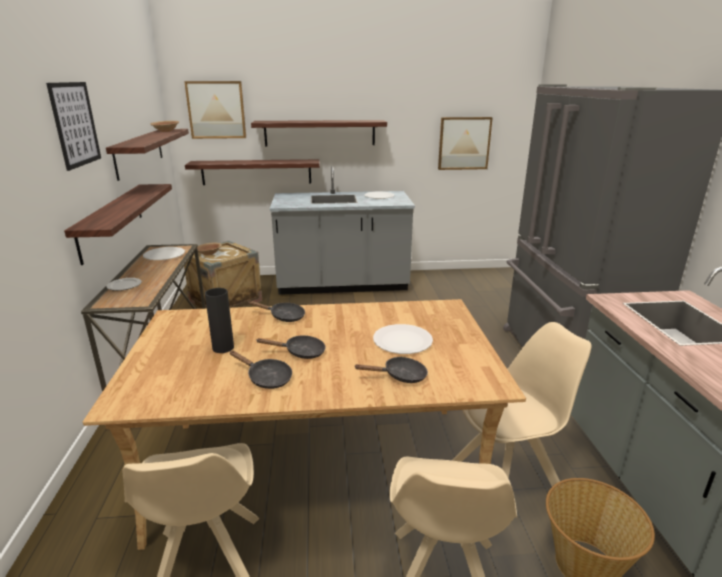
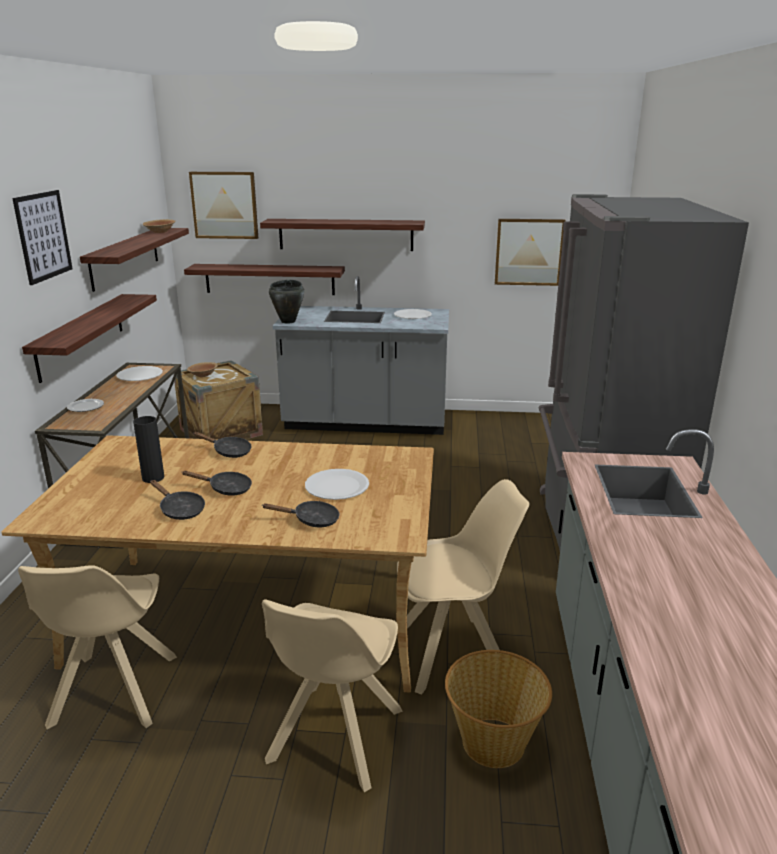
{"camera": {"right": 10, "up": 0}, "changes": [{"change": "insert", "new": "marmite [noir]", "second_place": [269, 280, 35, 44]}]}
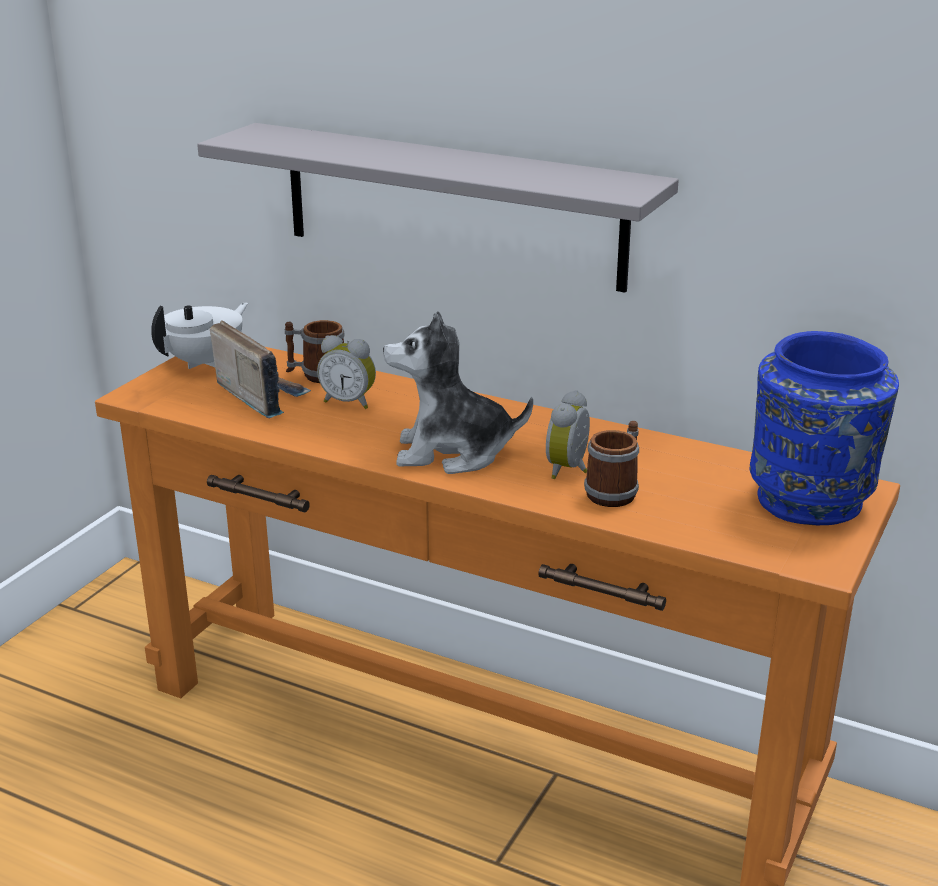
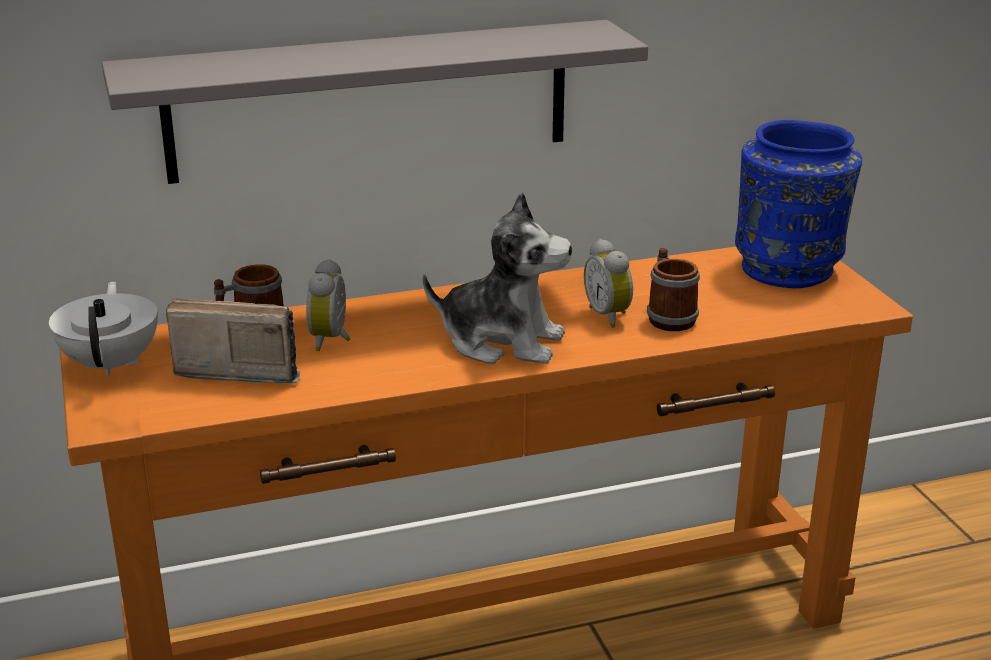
{"camera": {"right": -45, "up": 0}, "changes": [{"change": "rotate", "old": "réveil", "first_place": [317, 335, 59, 74], "second_place": [306, 259, 44, 92], "degrees": 120}, {"change": "rotate", "old": "peluche", "first_place": [383, 311, 150, 163], "second_place": [423, 192, 149, 172], "degrees": -120}]}
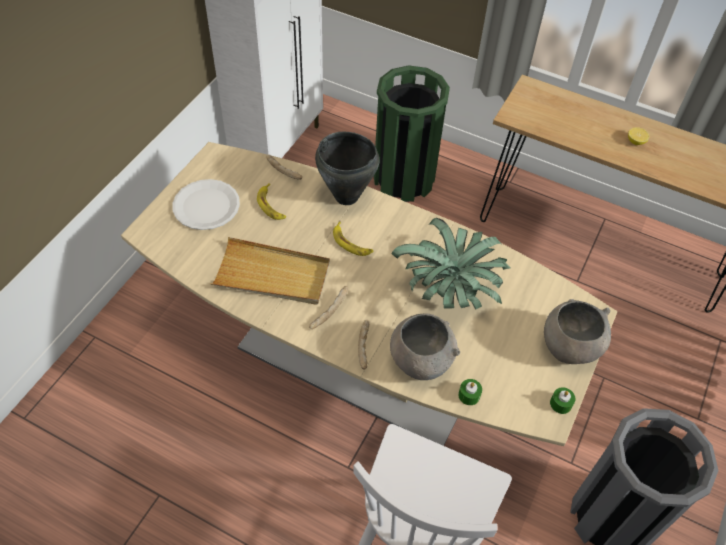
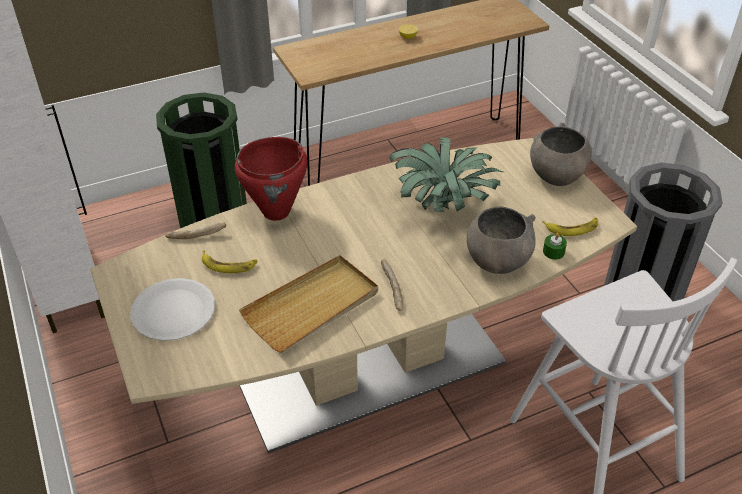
{"camera": {"right": -50, "up": -10}, "changes": [{"change": "delete", "old": "pain", "first_place": [358, 320, 11, 50]}, {"change": "delete", "old": "bougie [vert]", "first_place": [550, 387, 26, 27]}, {"change": "move", "old": "banane", "first_place": [333, 221, 40, 35], "second_place": [542, 217, 56, 19]}, {"change": "recolor", "old": "marmite [noir]", "new": "marmite [rouge]", "first_place": [315, 132, 65, 73], "second_place": [235, 137, 73, 84]}]}
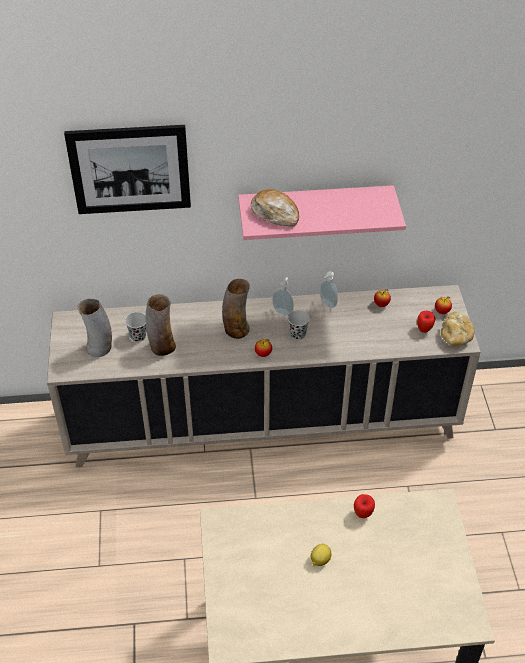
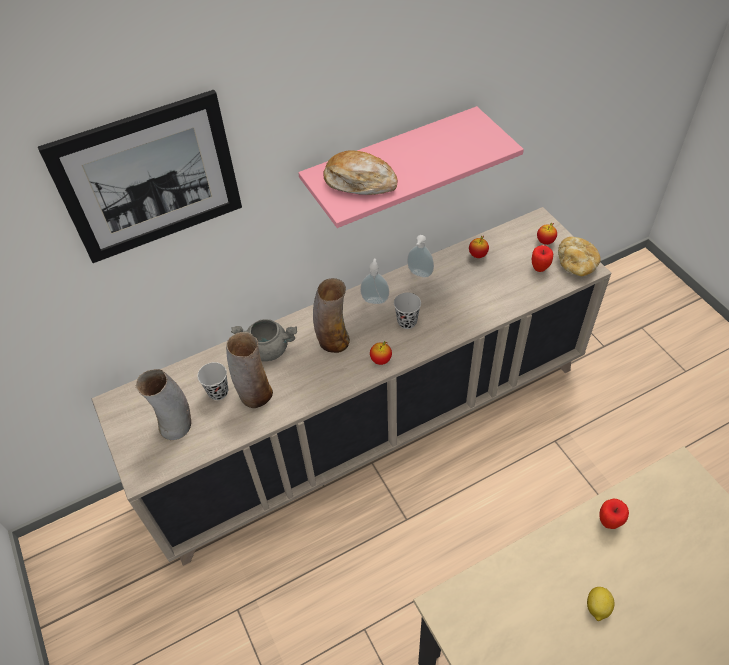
{"camera": {"right": -20, "up": 5}, "changes": [{"change": "insert", "new": "marmite [gris]", "second_place": [231, 319, 66, 42]}]}
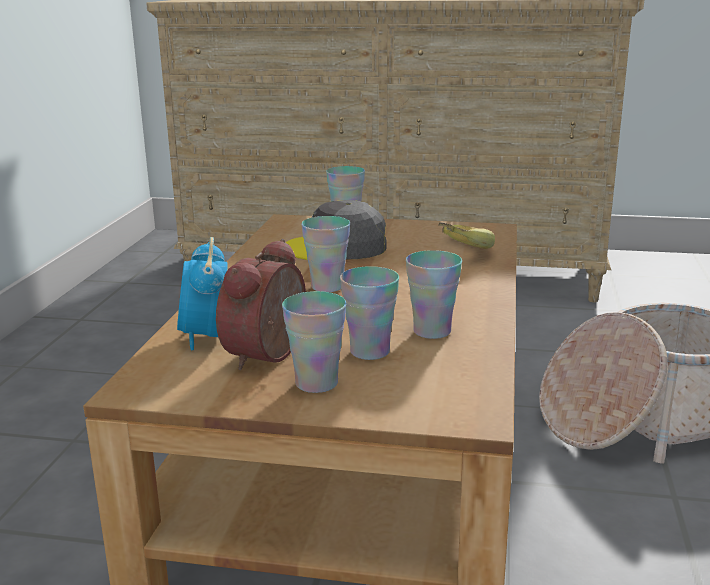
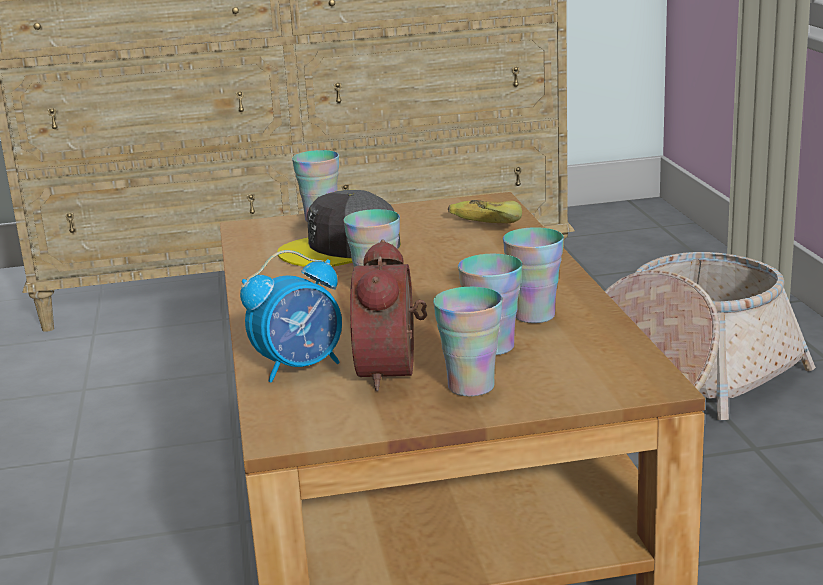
{"camera": {"right": -20, "up": 0}, "changes": [{"change": "rotate", "old": "réveil", "first_place": [177, 237, 51, 113], "second_place": [240, 250, 102, 133], "degrees": -90}]}
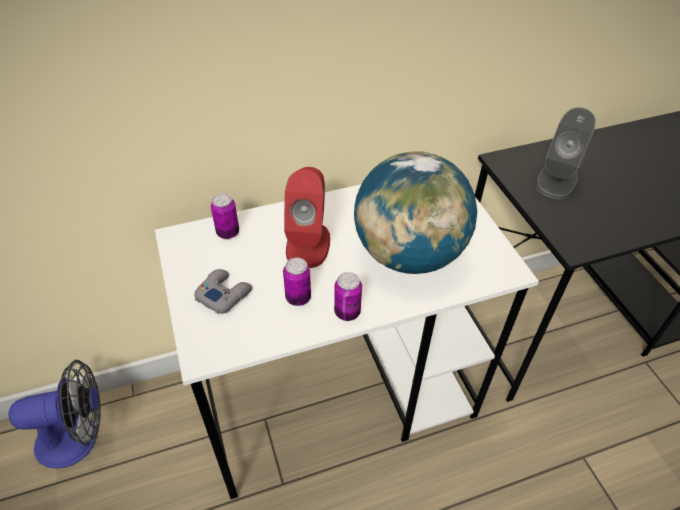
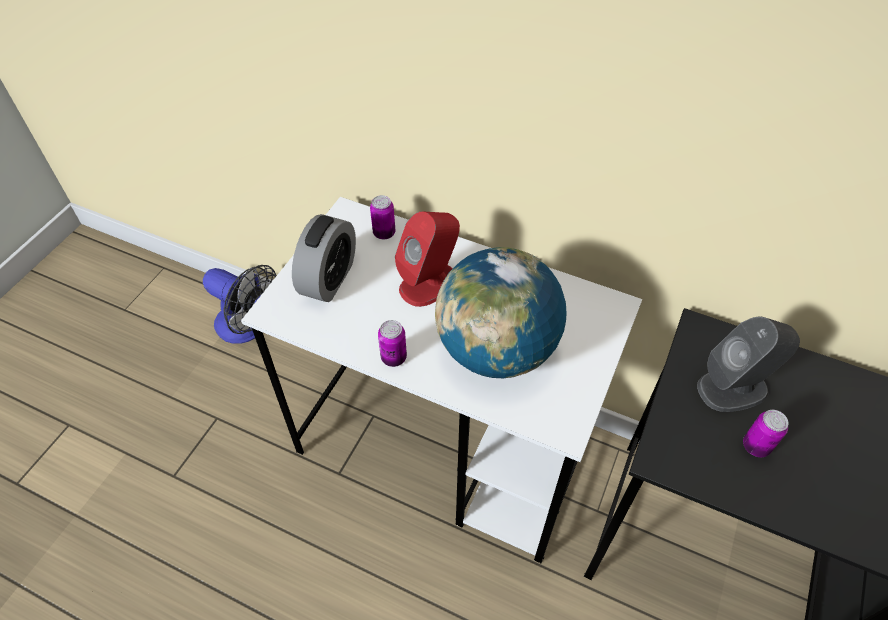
{"camera": {"right": 45, "up": 5}, "changes": [{"change": "move", "old": "boîte métallique", "first_place": [283, 258, 28, 48], "second_place": [743, 410, 46, 47]}, {"change": "replace", "old": "manette [gris]", "new": "réveil", "first_place": [194, 269, 58, 45], "second_place": [292, 214, 64, 88]}]}
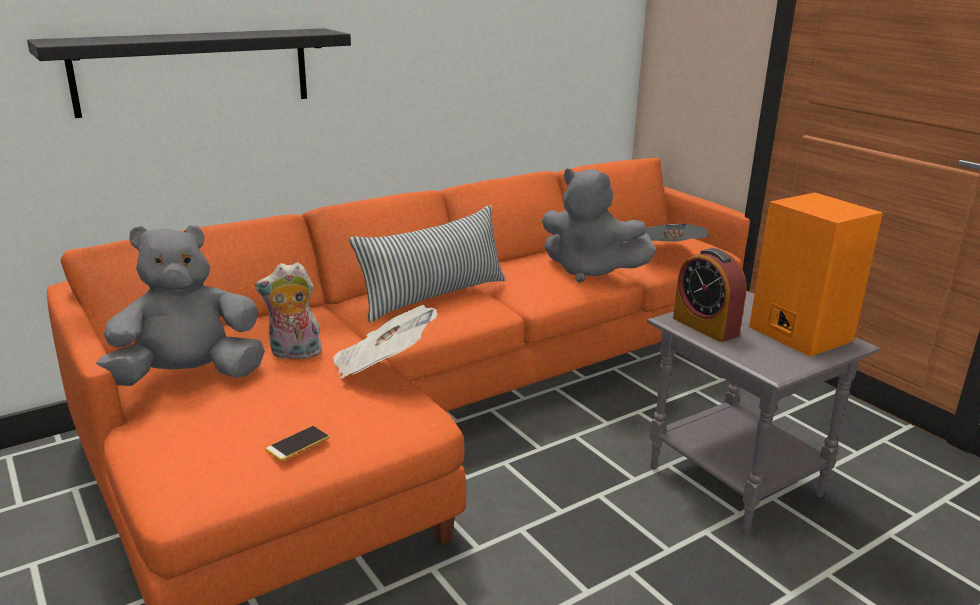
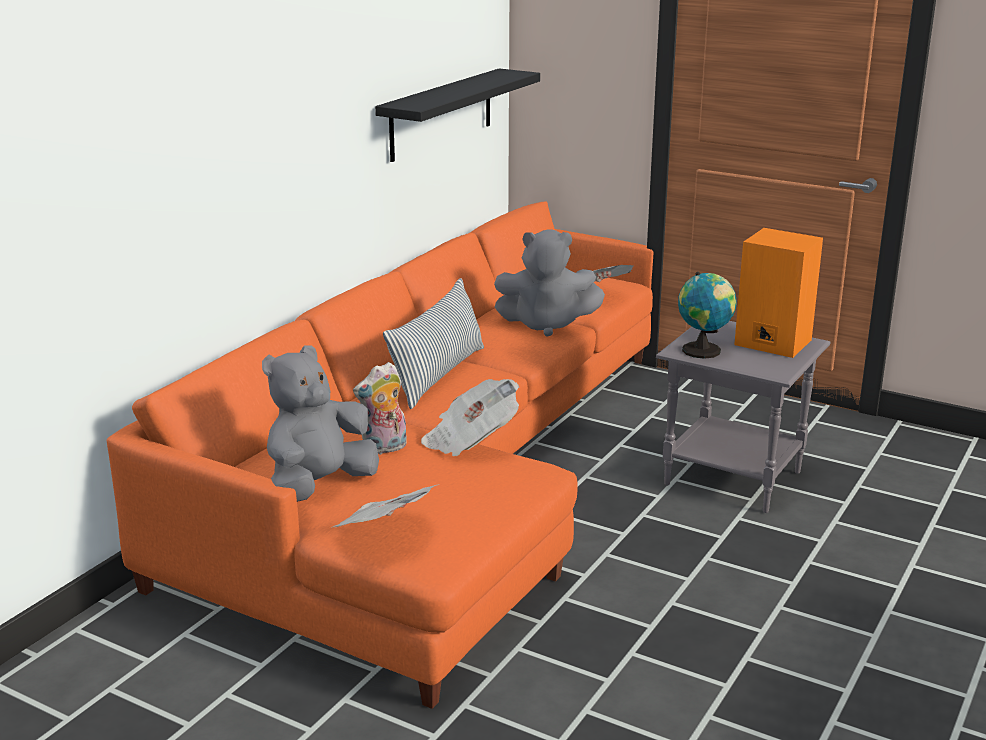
{"camera": {"right": -25, "up": 0}, "changes": [{"change": "delete", "old": "téléphone", "first_place": [265, 426, 64, 35]}, {"change": "insert", "new": "journal", "second_place": [331, 484, 108, 44]}, {"change": "move", "old": "étagère [noir]", "first_place": [27, 28, 324, 90], "second_place": [375, 68, 165, 94]}, {"change": "replace", "old": "réveil", "new": "globe", "first_place": [673, 248, 74, 94], "second_place": [678, 272, 59, 87]}]}
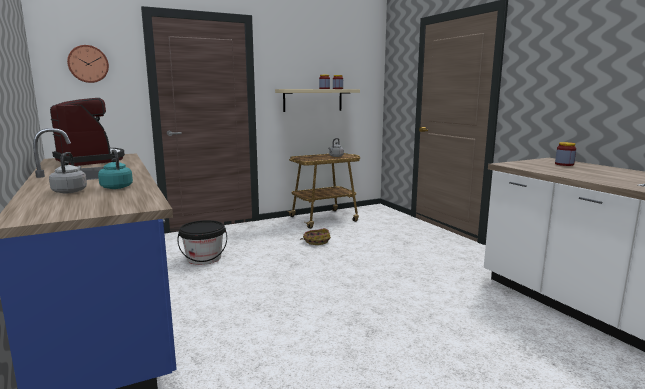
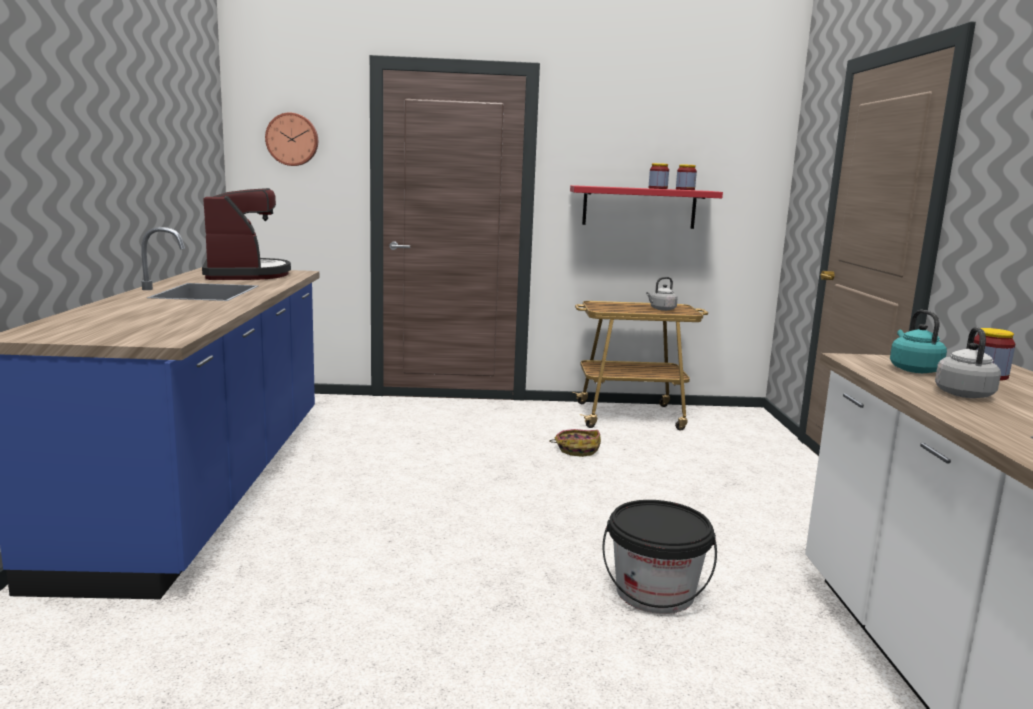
{"camera": {"right": 25, "up": 0}, "changes": [{"change": "move", "old": "bouilloire [gris]", "first_place": [49, 152, 38, 41], "second_place": [935, 327, 66, 71]}, {"change": "move", "old": "bouilloire [turquoise]", "first_place": [98, 149, 35, 40], "second_place": [890, 310, 57, 63]}, {"change": "move", "old": "seau [noir]", "first_place": [178, 220, 49, 45], "second_place": [603, 500, 114, 114]}, {"change": "recolor", "old": "étagère [beige]", "new": "étagère [rouge]", "first_place": [275, 89, 85, 23], "second_place": [570, 185, 153, 44]}]}
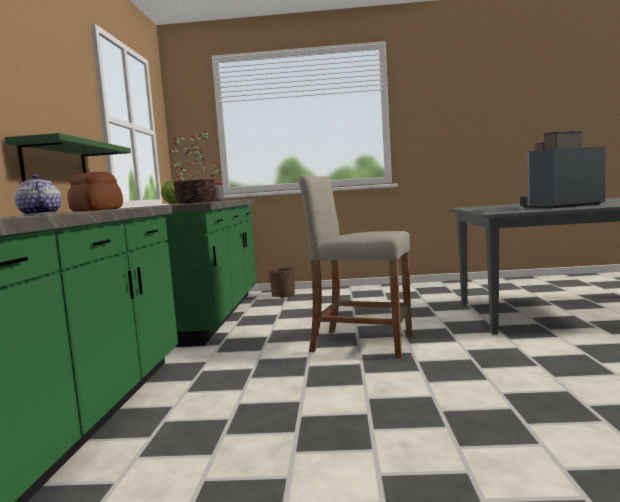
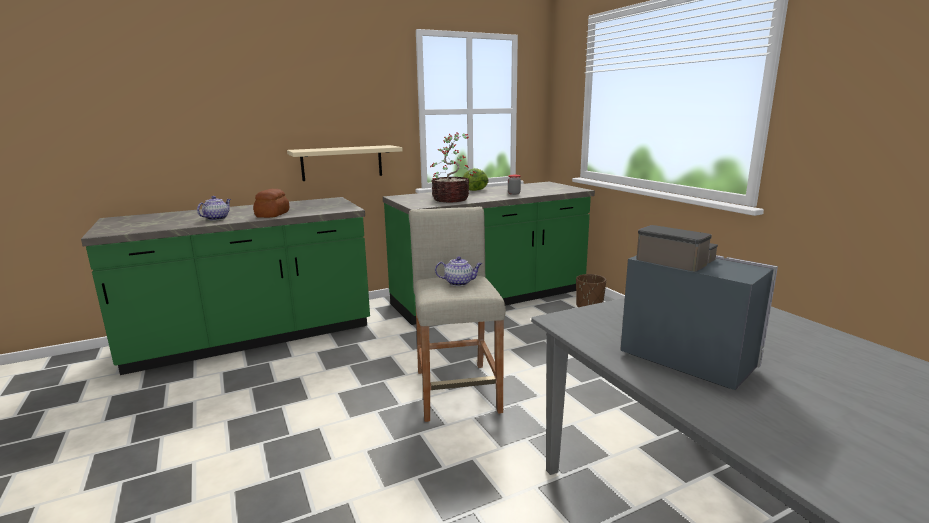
{"camera": {"right": 60, "up": 10}, "changes": [{"change": "insert", "new": "théière", "second_place": [435, 256, 47, 30]}, {"change": "recolor", "old": "étagère [vert]", "new": "étagère [beige]", "first_place": [4, 133, 127, 49], "second_place": [287, 145, 116, 36]}]}
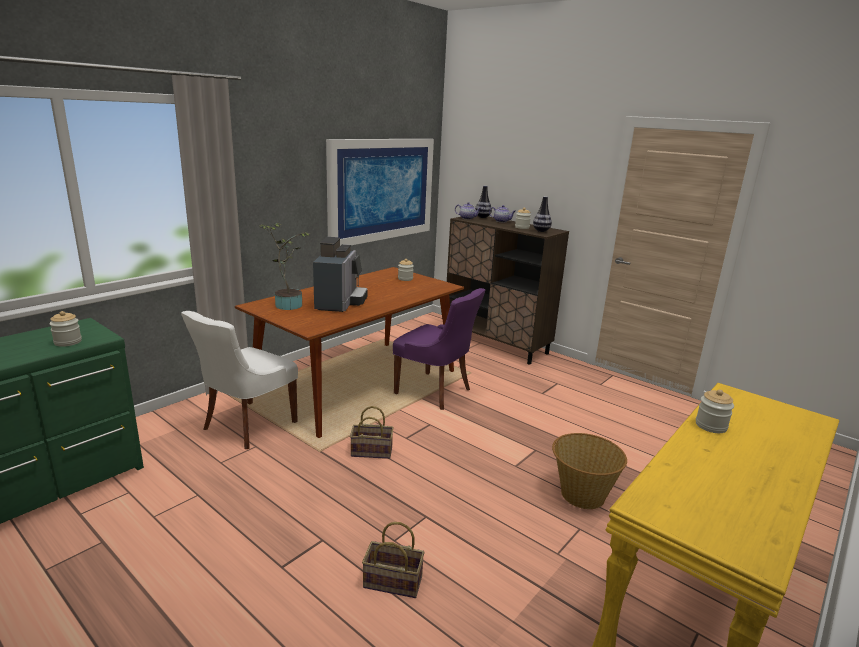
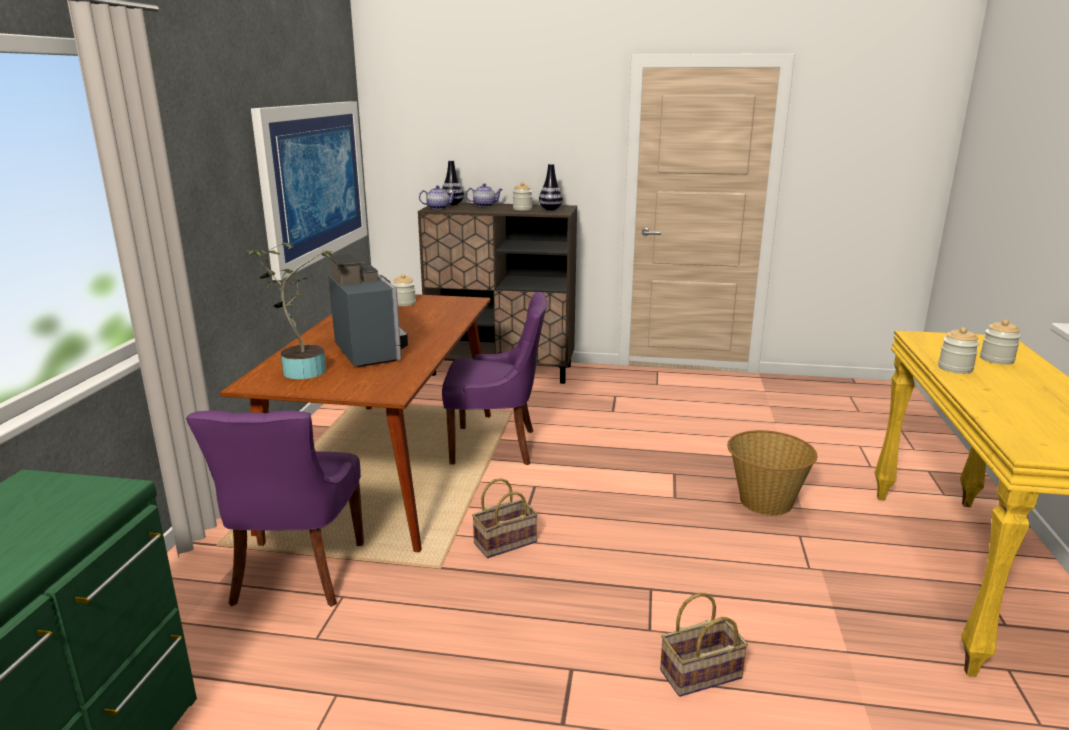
{"camera": {"right": -30, "up": 0}, "changes": [{"change": "move", "old": "bocal", "first_place": [49, 311, 33, 36], "second_place": [980, 320, 41, 45]}, {"change": "recolor", "old": "chaise [blanc]", "new": "chaise [violet]", "first_place": [181, 311, 117, 138], "second_place": [186, 410, 178, 197]}]}
